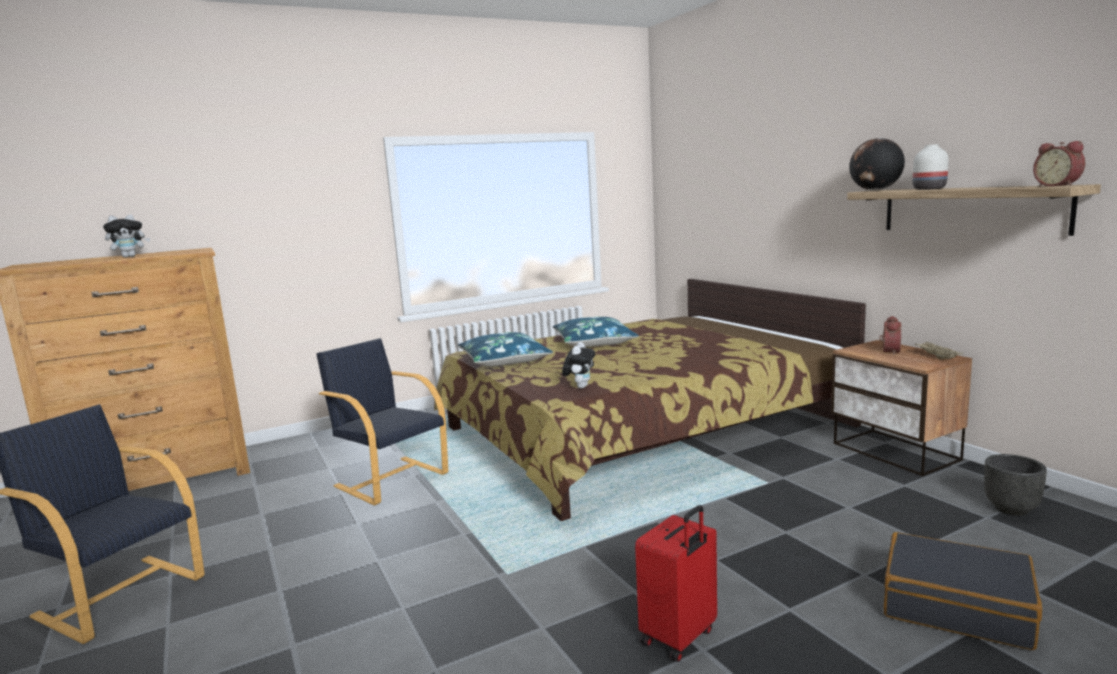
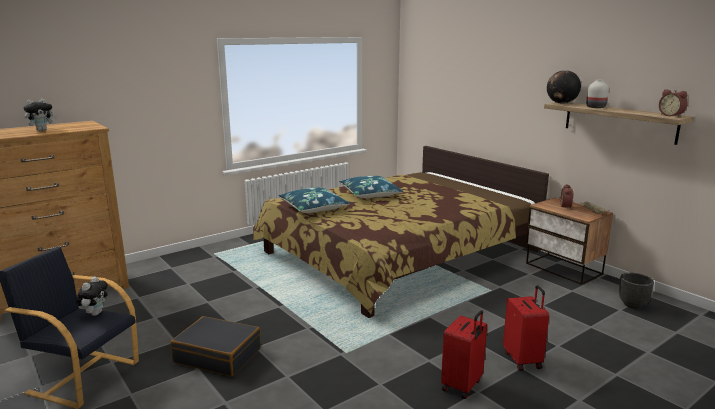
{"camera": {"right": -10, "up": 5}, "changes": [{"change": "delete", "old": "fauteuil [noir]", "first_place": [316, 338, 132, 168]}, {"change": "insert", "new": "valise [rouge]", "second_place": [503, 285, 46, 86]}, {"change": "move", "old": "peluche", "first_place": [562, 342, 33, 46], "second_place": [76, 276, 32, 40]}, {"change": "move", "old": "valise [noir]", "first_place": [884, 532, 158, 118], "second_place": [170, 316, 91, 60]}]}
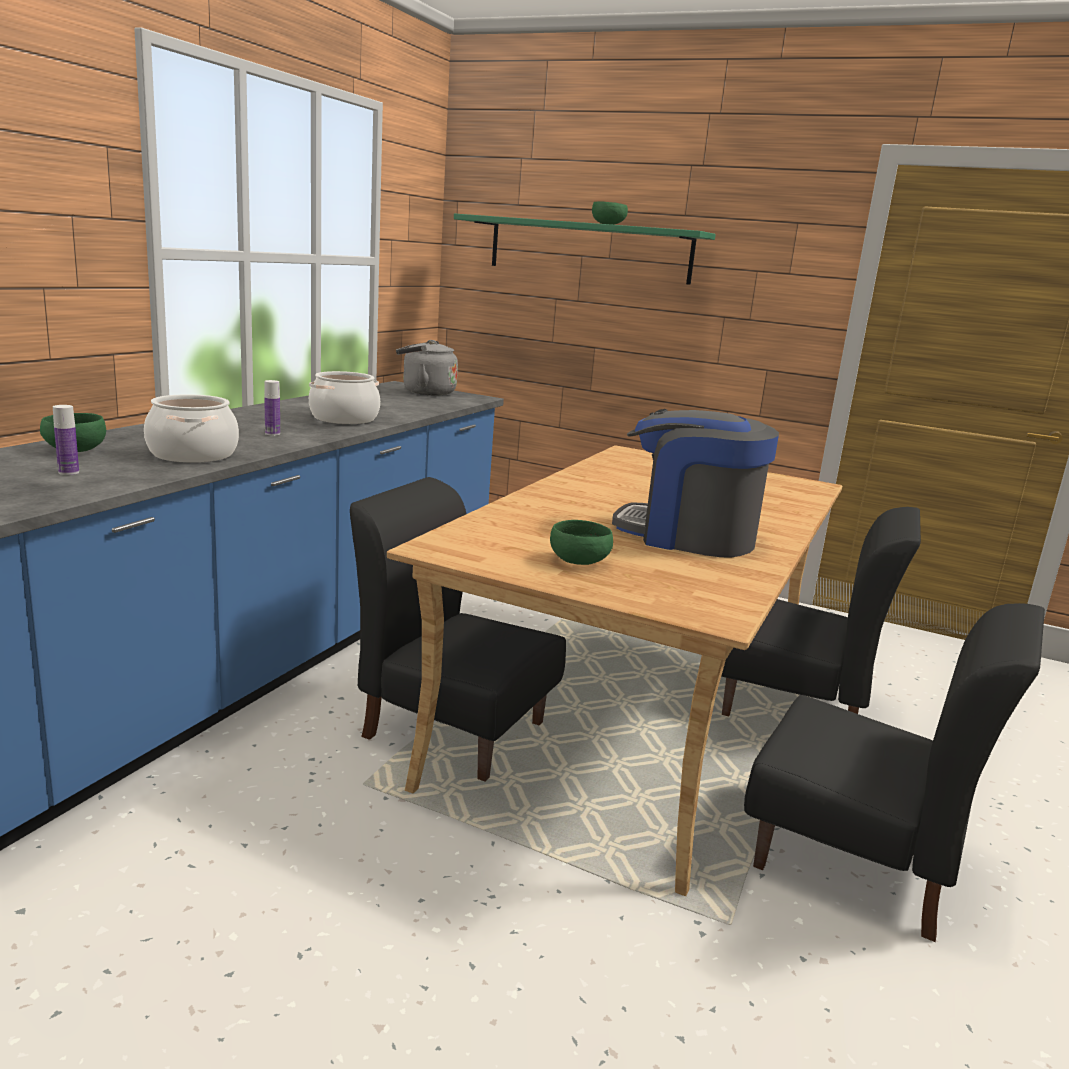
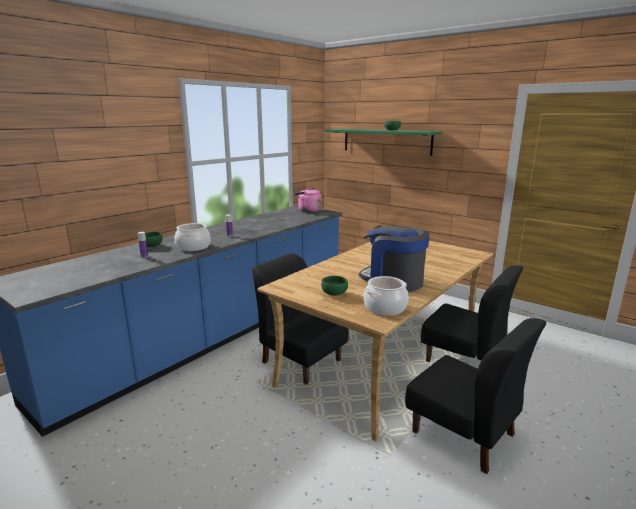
{"camera": {"right": 15, "up": 0}, "changes": [{"change": "move", "old": "marmite", "first_place": [309, 371, 71, 53], "second_place": [363, 276, 46, 40]}, {"change": "recolor", "old": "bouilloire [gris]", "new": "bouilloire [rose]", "first_place": [396, 340, 62, 55], "second_place": [294, 188, 28, 25]}]}
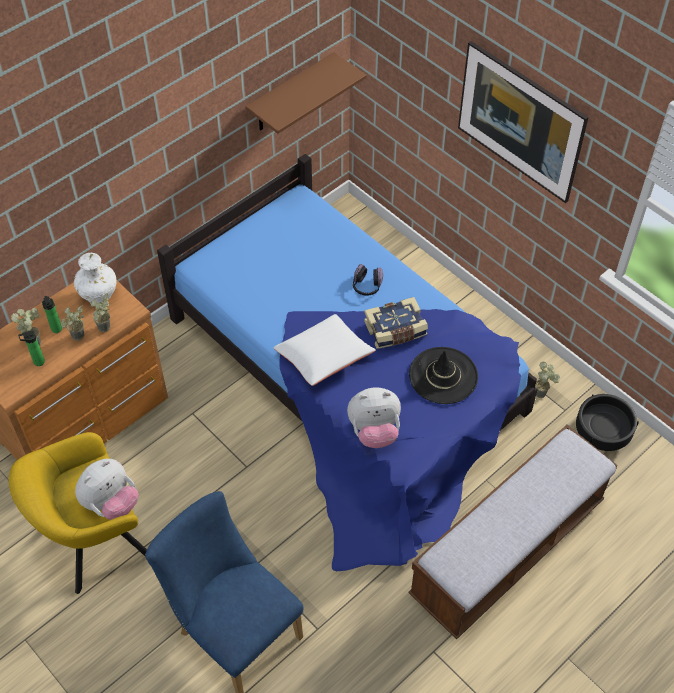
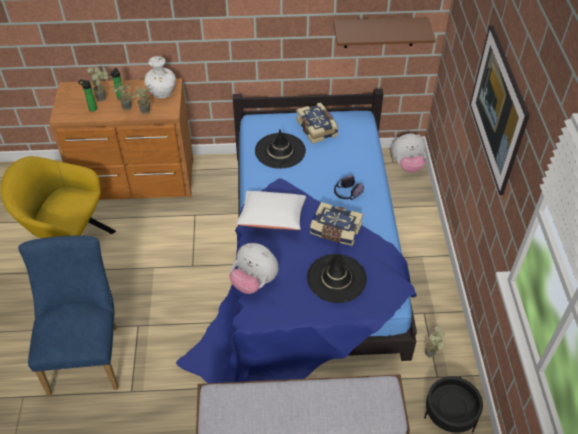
{"camera": {"right": 40, "up": -5}, "changes": [{"change": "insert", "new": "chapeau [noir]", "second_place": [255, 130, 51, 39]}, {"change": "insert", "new": "livre", "second_place": [296, 102, 43, 42]}, {"change": "move", "old": "peluche", "first_place": [75, 459, 64, 61], "second_place": [392, 133, 34, 40]}]}
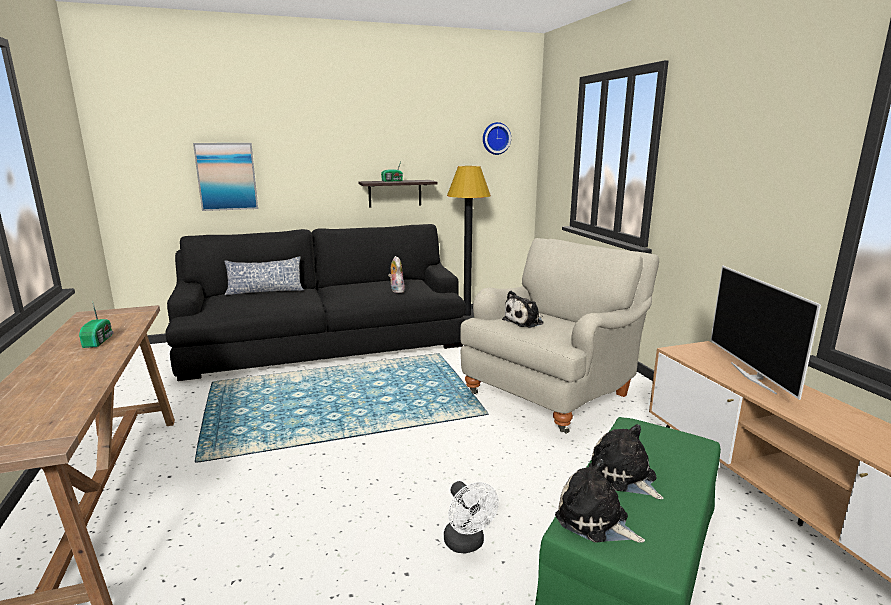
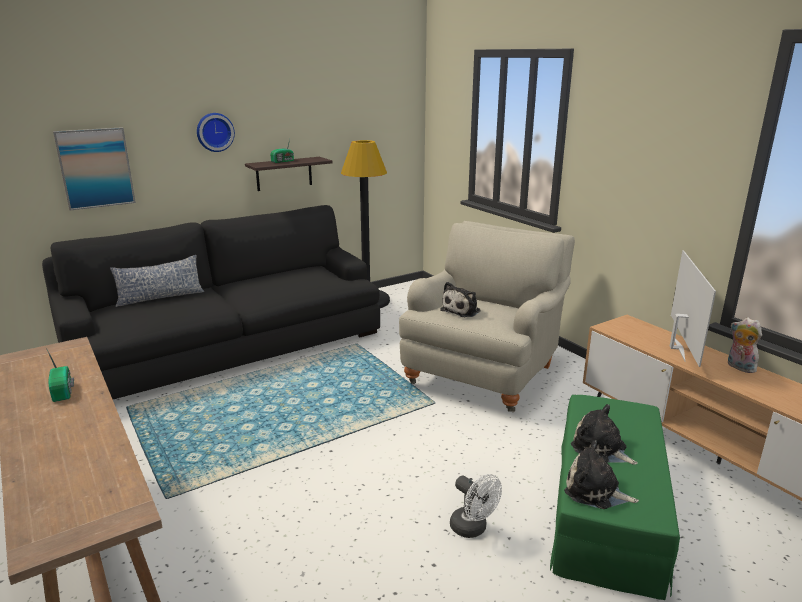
{"camera": {"right": -15, "up": 5}, "changes": [{"change": "move", "old": "peluche", "first_place": [388, 256, 17, 37], "second_place": [728, 318, 34, 55]}, {"change": "move", "old": "horloge murale", "first_place": [483, 122, 28, 33], "second_place": [197, 113, 38, 39]}, {"change": "rotate", "old": "téléviseur", "first_place": [710, 266, 111, 134], "second_place": [670, 250, 46, 117], "degrees": -150}]}
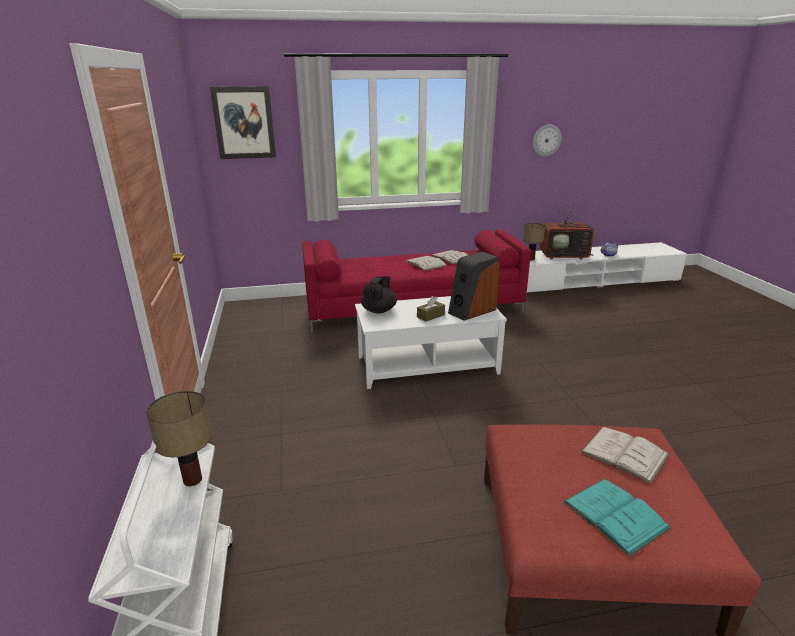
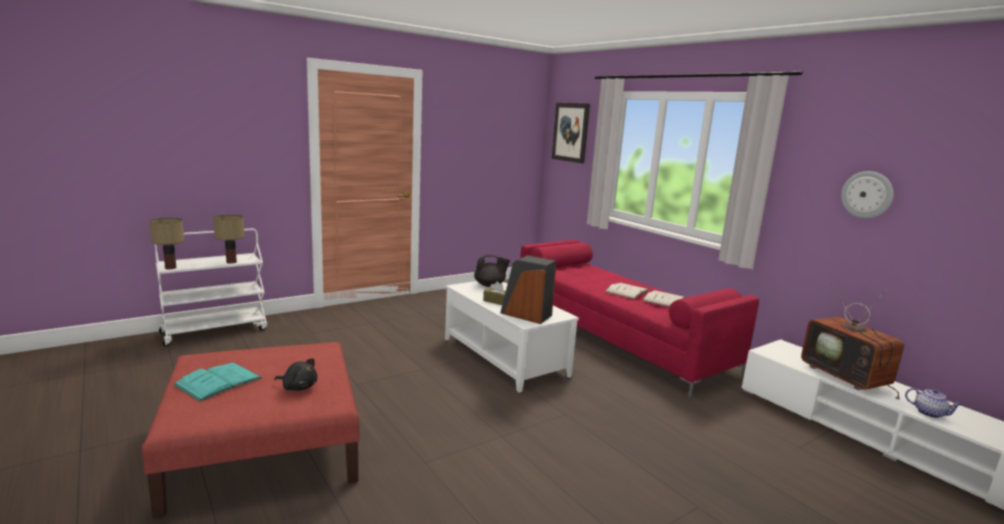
{"camera": {"right": 65, "up": -10}, "changes": [{"change": "move", "old": "lampe de table", "first_place": [523, 223, 22, 38], "second_place": [149, 218, 35, 51]}, {"change": "replace", "old": "livre [blanc]", "new": "peluche [noir]", "first_place": [580, 427, 90, 58], "second_place": [274, 358, 43, 33]}]}
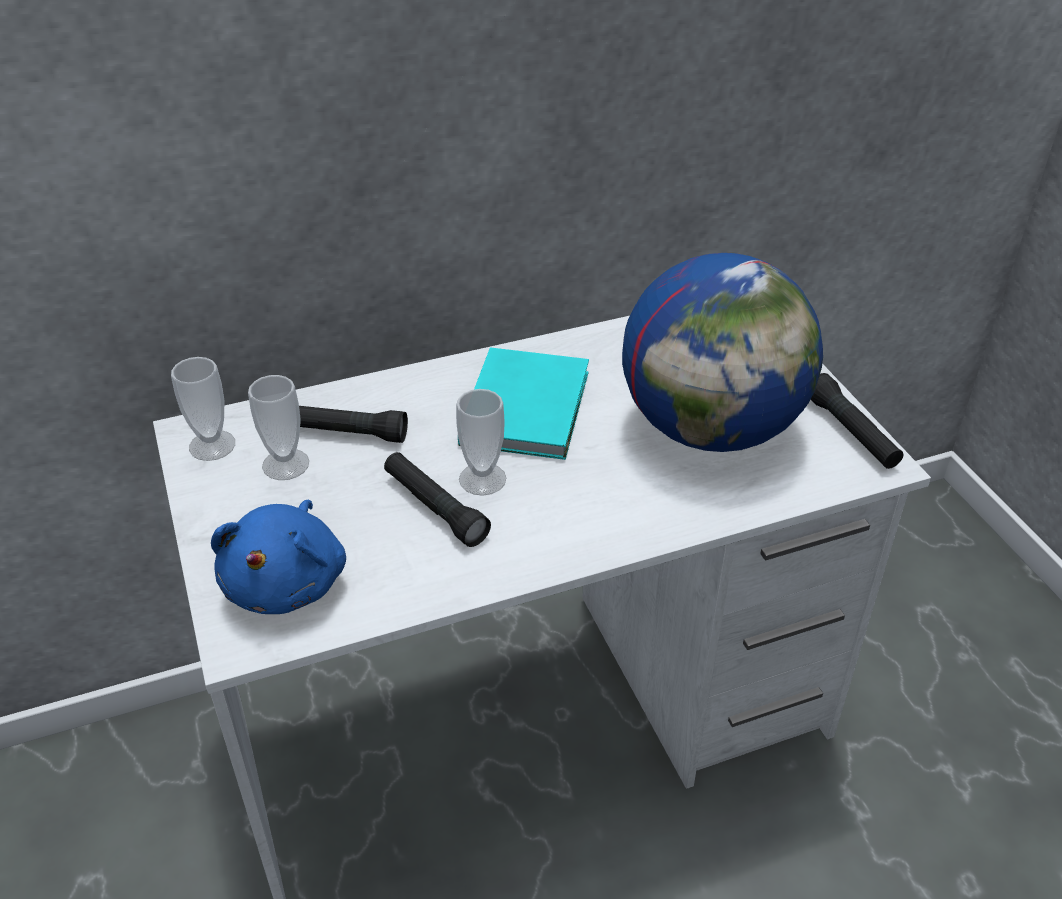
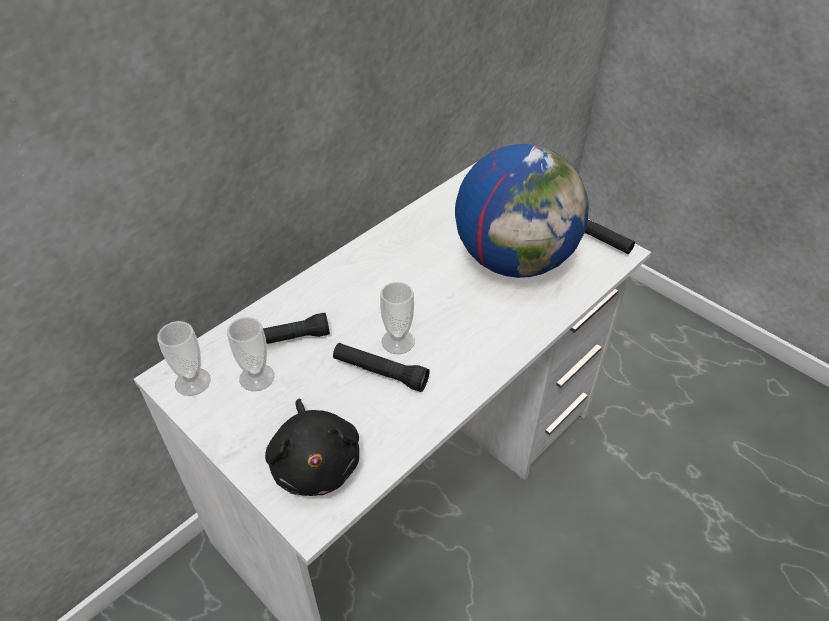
{"camera": {"right": -25, "up": 5}, "changes": [{"change": "delete", "old": "livre [turquoise]", "first_place": [458, 347, 131, 113]}, {"change": "recolor", "old": "peluche [bleu]", "new": "peluche [noir]", "first_place": [211, 500, 135, 114], "second_place": [265, 399, 94, 97]}]}
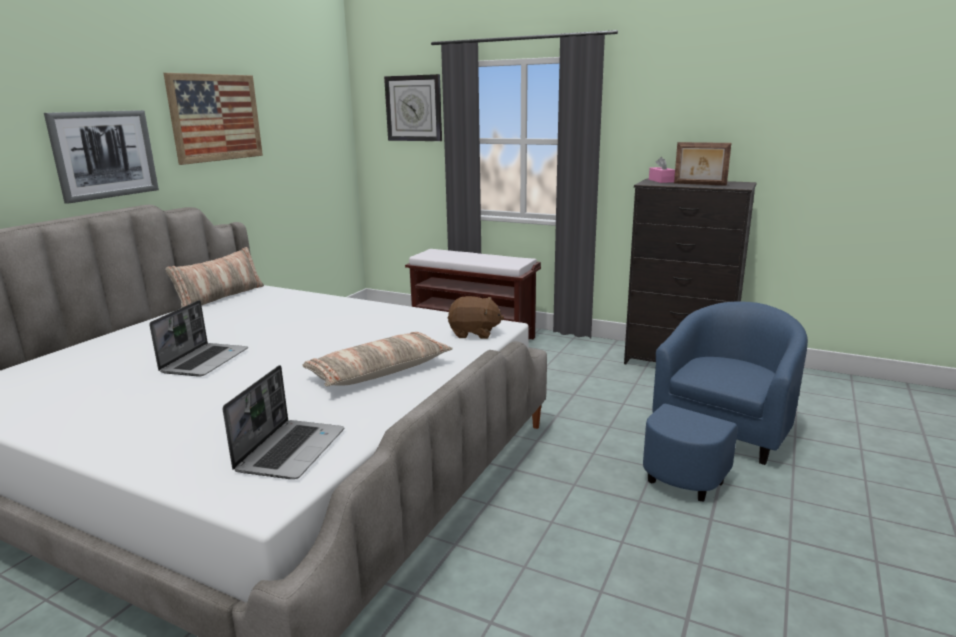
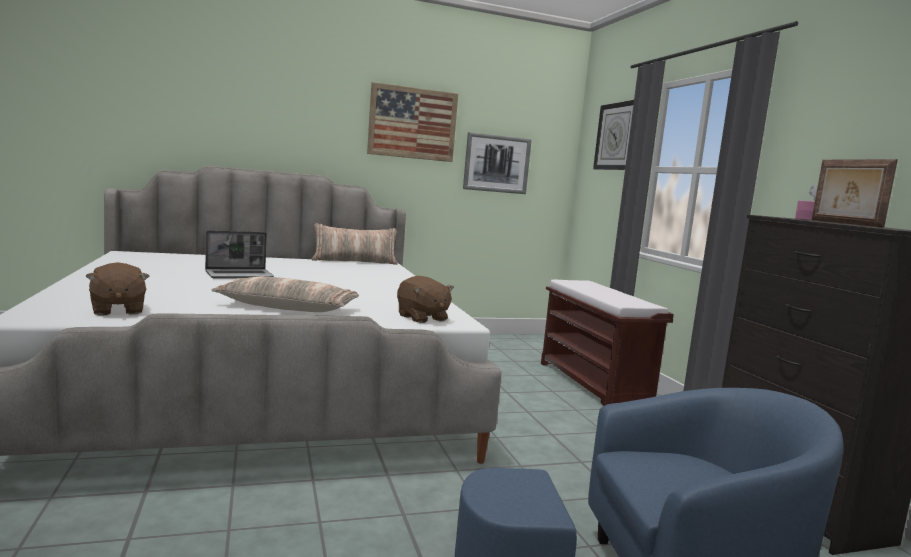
{"camera": {"right": 45, "up": -10}, "changes": [{"change": "move", "old": "tableau", "first_place": [44, 110, 115, 94], "second_place": [463, 132, 69, 62]}, {"change": "replace", "old": "ordinateur portable", "new": "peluche [marron]", "first_place": [223, 365, 121, 114], "second_place": [86, 262, 64, 53]}]}
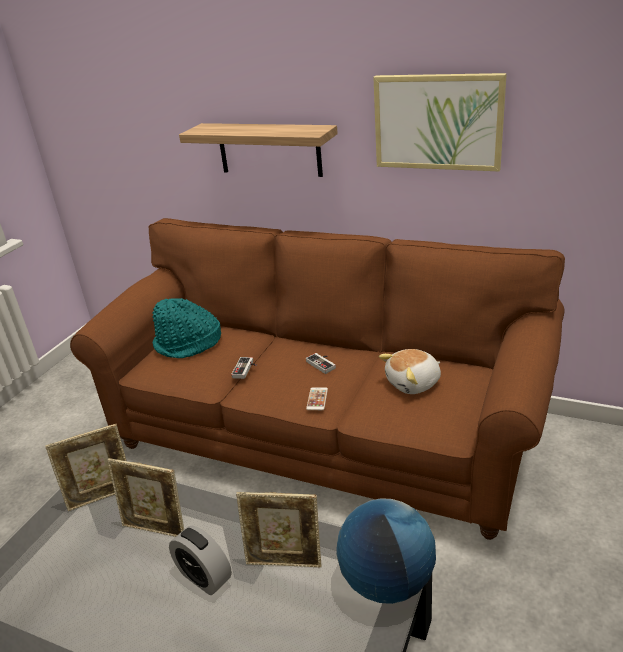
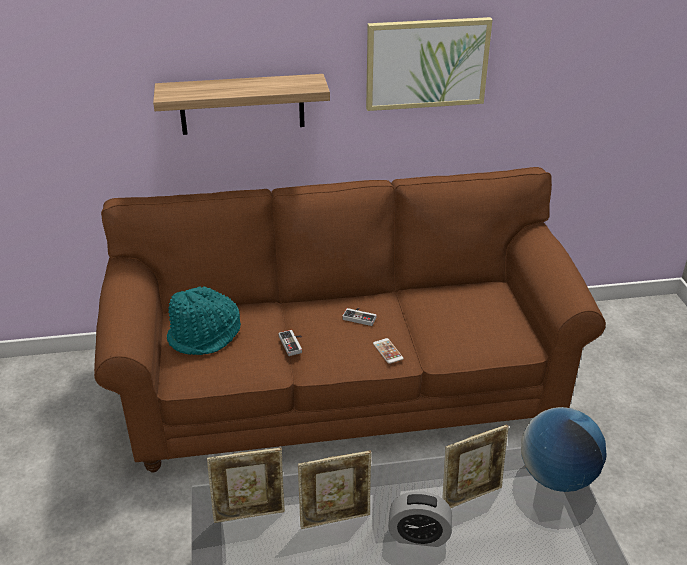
{"camera": {"right": -35, "up": 5}, "changes": [{"change": "delete", "old": "peluche", "first_place": [379, 349, 62, 45]}, {"change": "rotate", "old": "cadre photo", "first_place": [45, 424, 82, 87], "second_place": [207, 448, 78, 75], "degrees": 45}]}
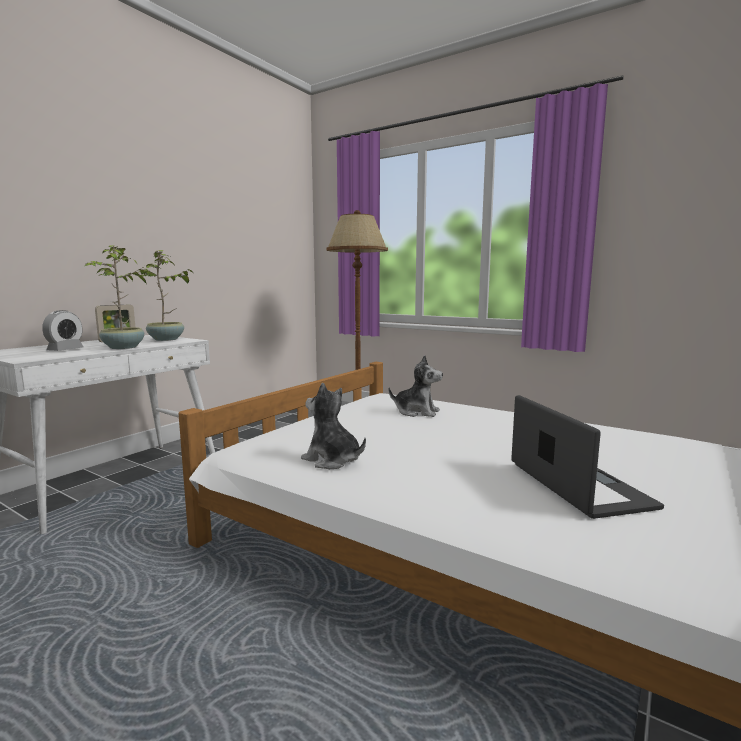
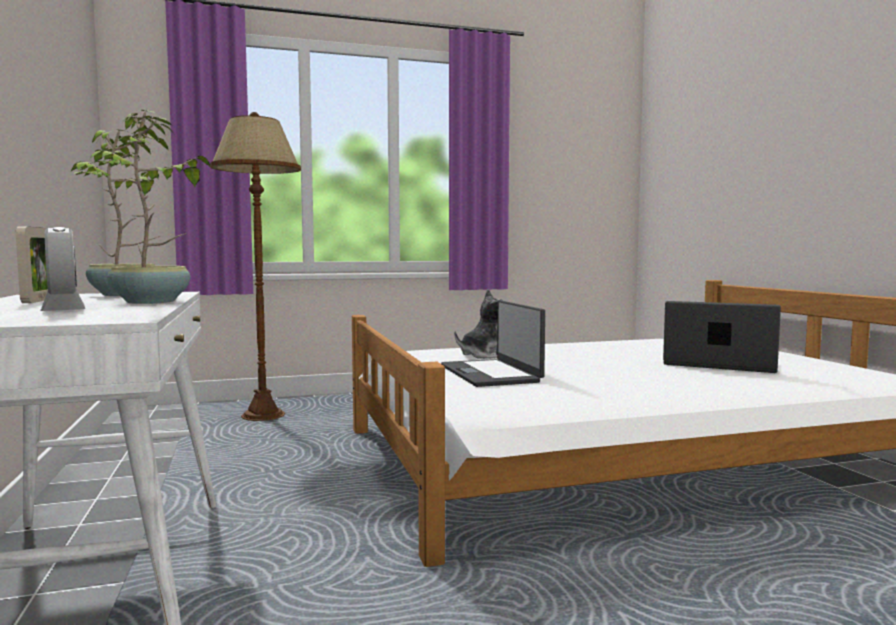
{"camera": {"right": -50, "up": -5}, "changes": [{"change": "delete", "old": "peluche", "first_place": [301, 383, 65, 86]}, {"change": "insert", "new": "ordinateur portable", "second_place": [441, 300, 104, 87]}]}
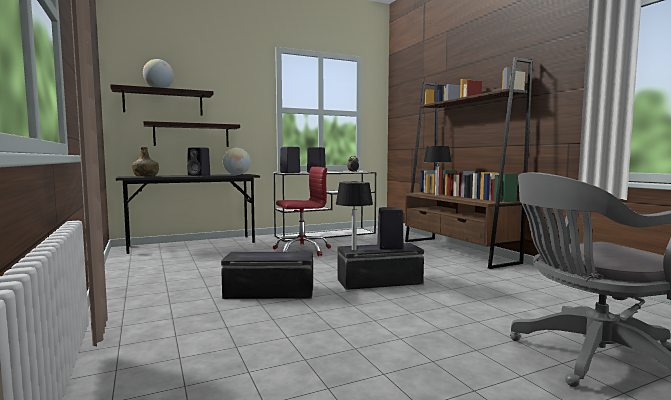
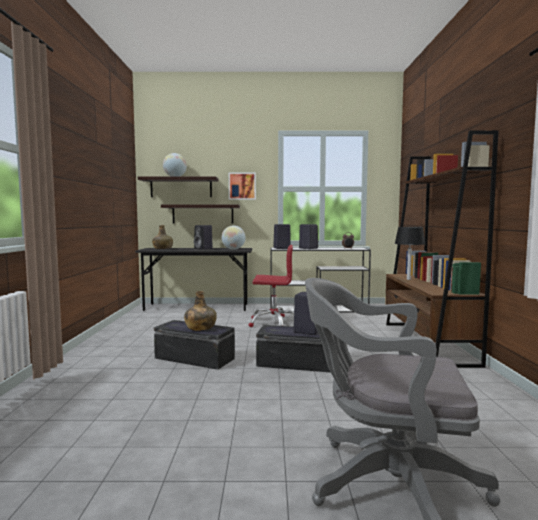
{"camera": {"right": 25, "up": 0}, "changes": [{"change": "delete", "old": "lampe de table [noir]", "first_place": [336, 182, 37, 68]}, {"change": "insert", "new": "bouteille [vert]", "second_place": [184, 291, 33, 40]}, {"change": "insert", "new": "tableau", "second_place": [229, 172, 27, 28]}]}
